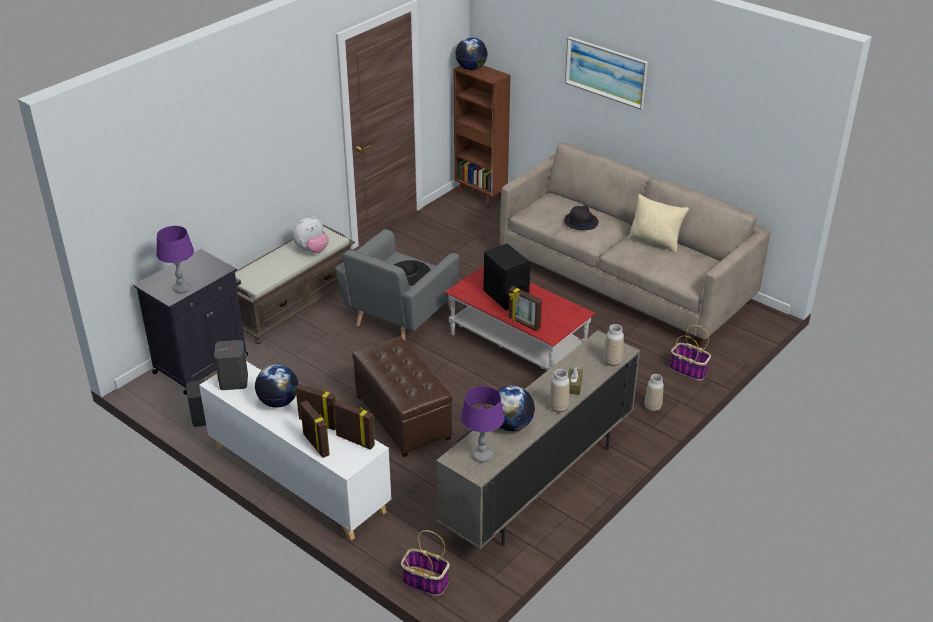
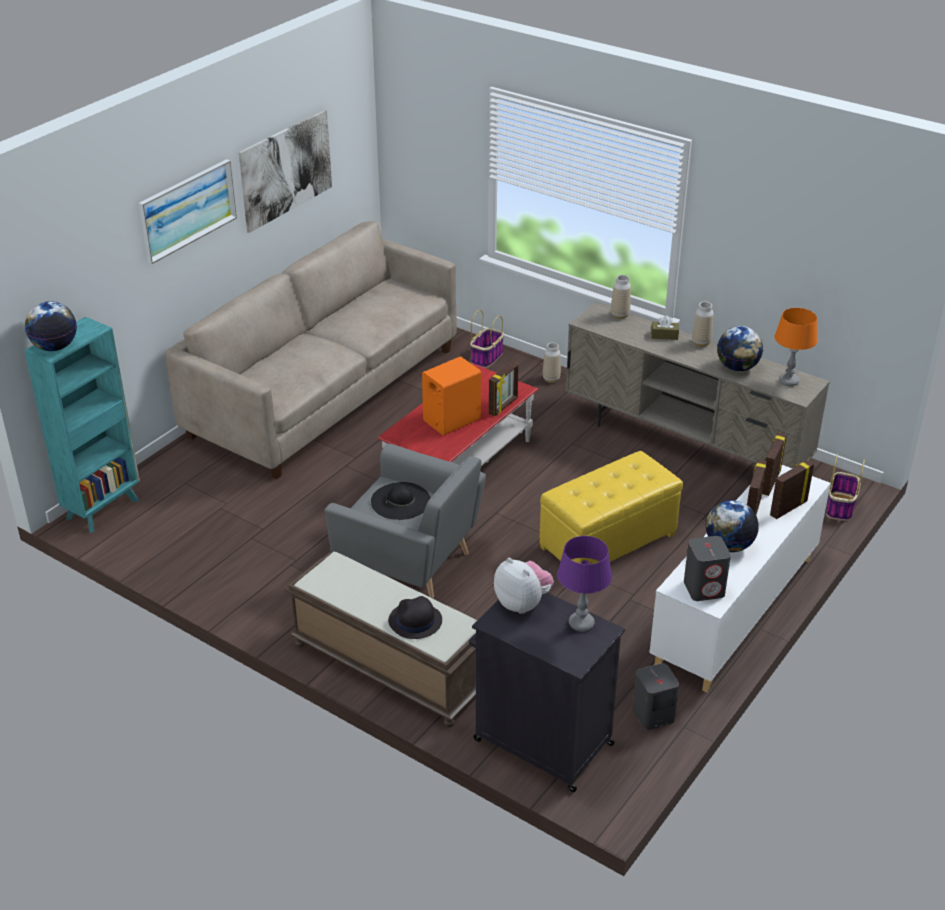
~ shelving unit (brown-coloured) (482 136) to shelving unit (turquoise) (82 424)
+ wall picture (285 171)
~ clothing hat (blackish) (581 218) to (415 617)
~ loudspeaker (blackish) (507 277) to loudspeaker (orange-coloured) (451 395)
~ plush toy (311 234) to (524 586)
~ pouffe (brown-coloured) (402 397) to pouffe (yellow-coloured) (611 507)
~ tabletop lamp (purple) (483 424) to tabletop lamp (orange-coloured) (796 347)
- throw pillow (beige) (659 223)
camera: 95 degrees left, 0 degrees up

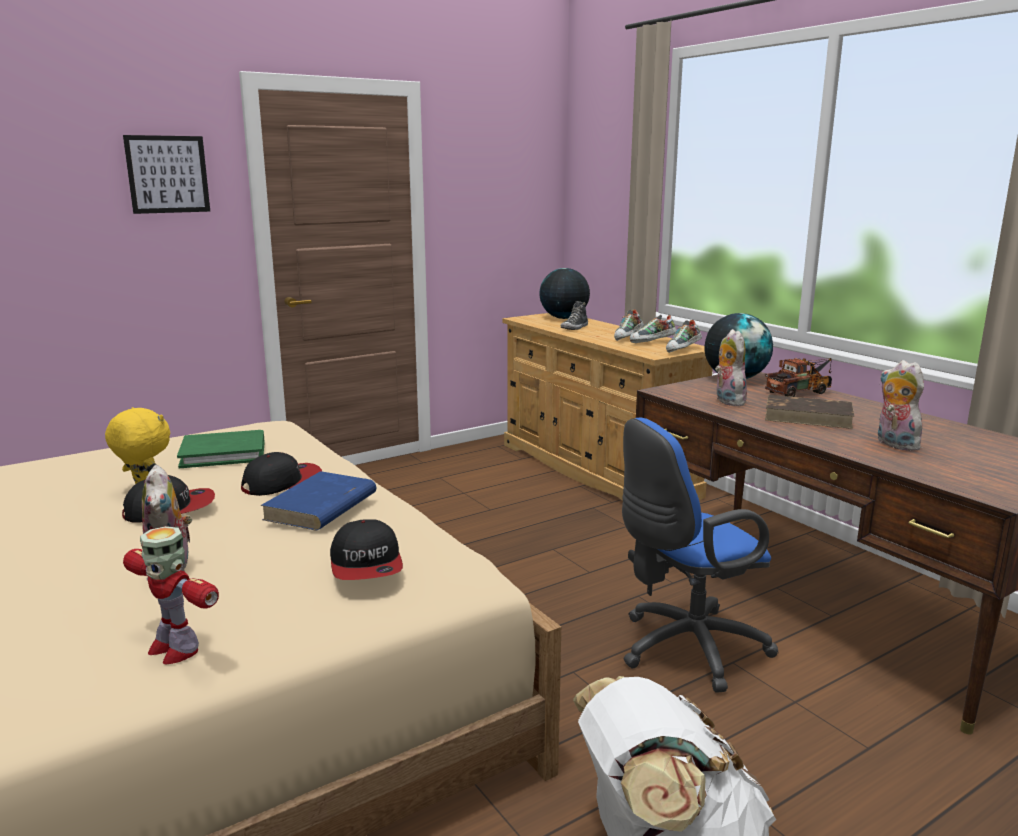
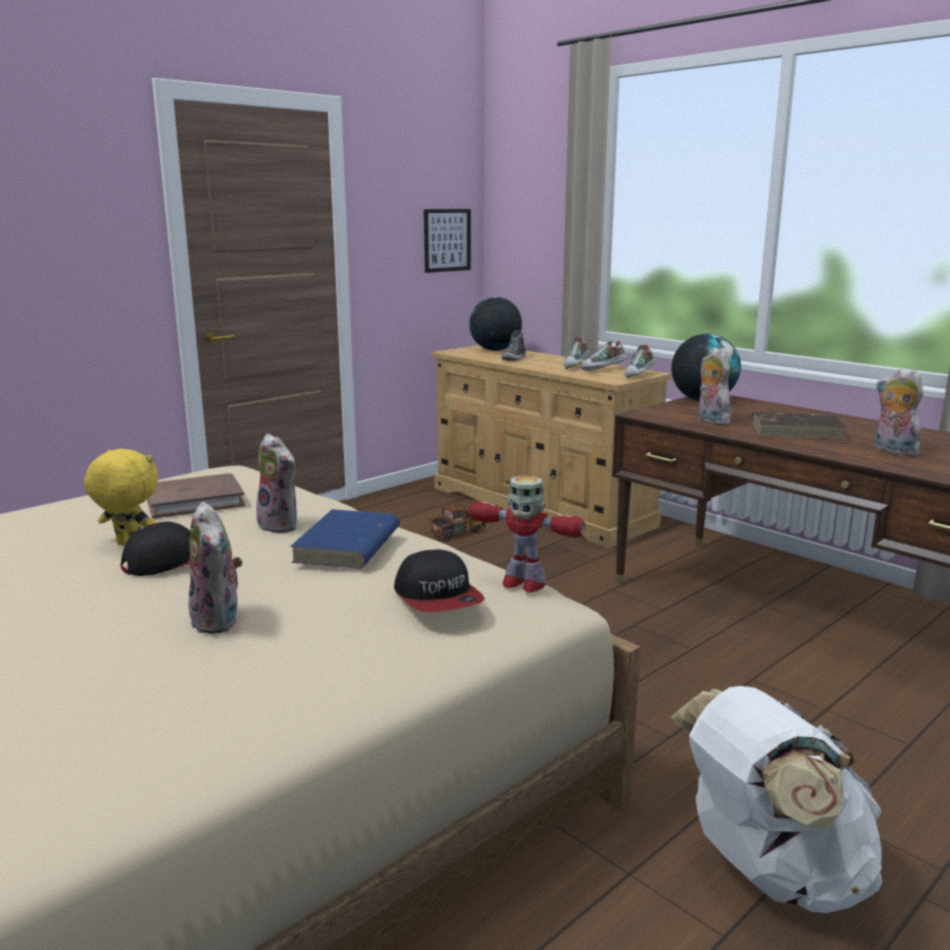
~ volume (green-coloured) (221 449) to volume (brown-coloured) (196 496)
~ cap (281 474) to plush toy (276 483)
~ wall picture (166 174) to (447 241)
~ toy lorry (798 377) to (457 522)
~ model robot (171 595) to (527 534)
- office chair (bluish) (700 555)
camera: 10 degrees left, 0 degrees up

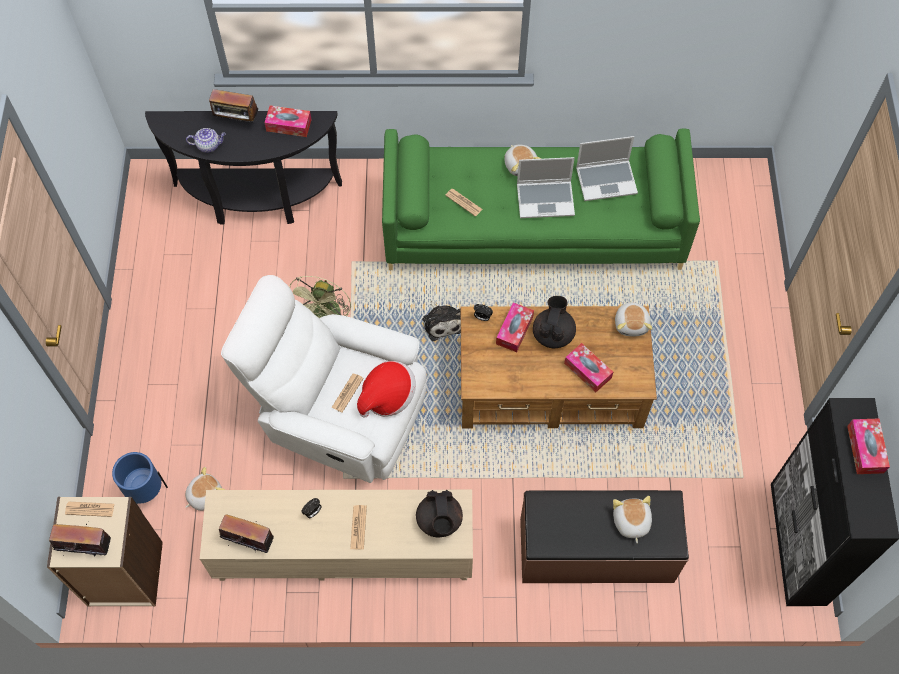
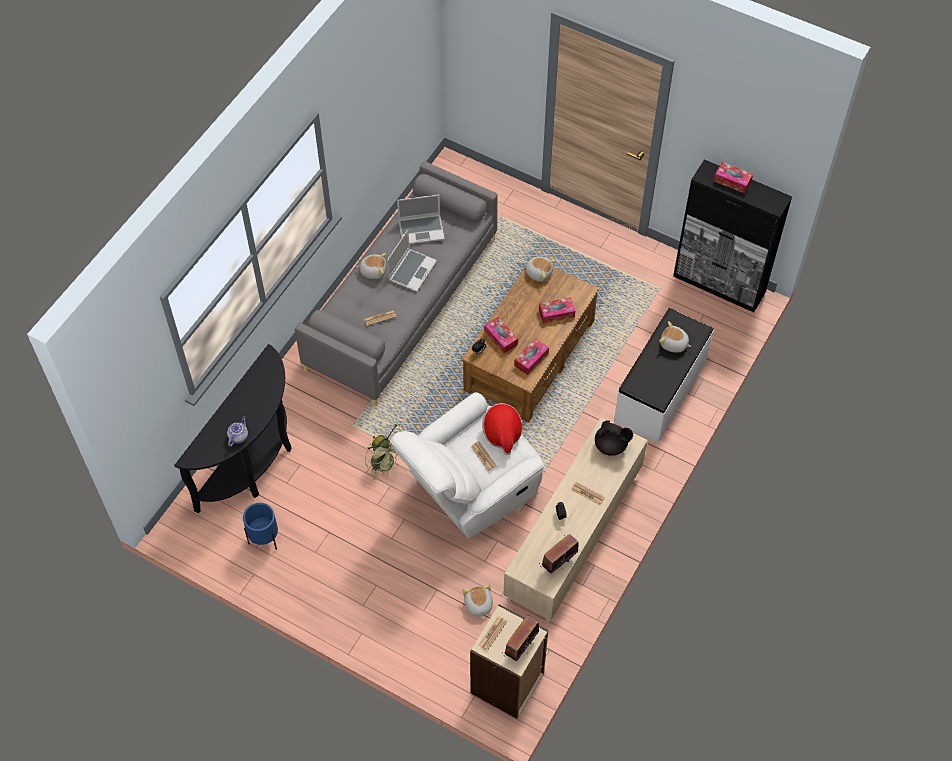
~ planter (bluish) (140 482) to (260 526)
~ settee (green-coloured) (541 199) to settee (gray) (396 283)
~ portable computer (607 168) = (421 219) 60 degrees clockwise
~ box of tissues (287 121) to (531 356)
~ bench (brown-coloured) (604 536) to bench (whitish) (664 375)
- radio receiver (233 108)
- plush toy (441 321)
- pot for tea (blackish) (554 322)
camera: 60 degrees left, 5 degrees down

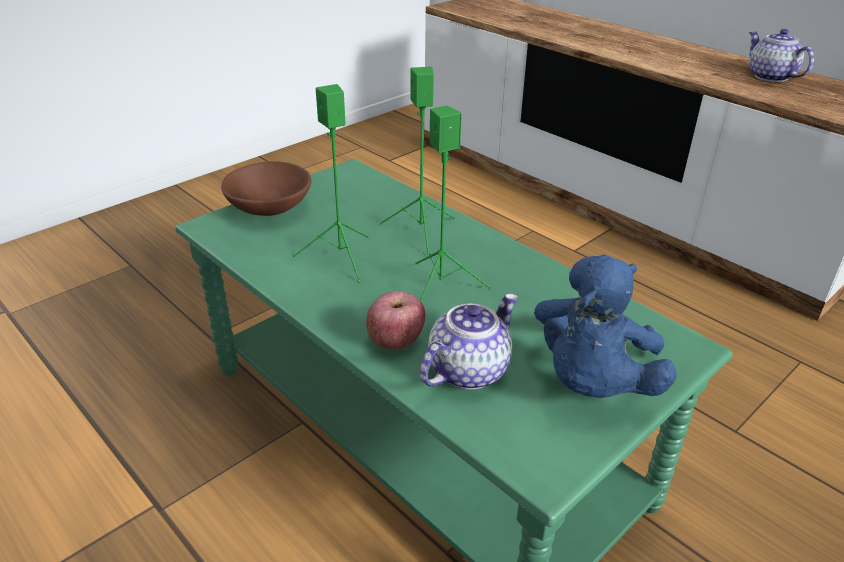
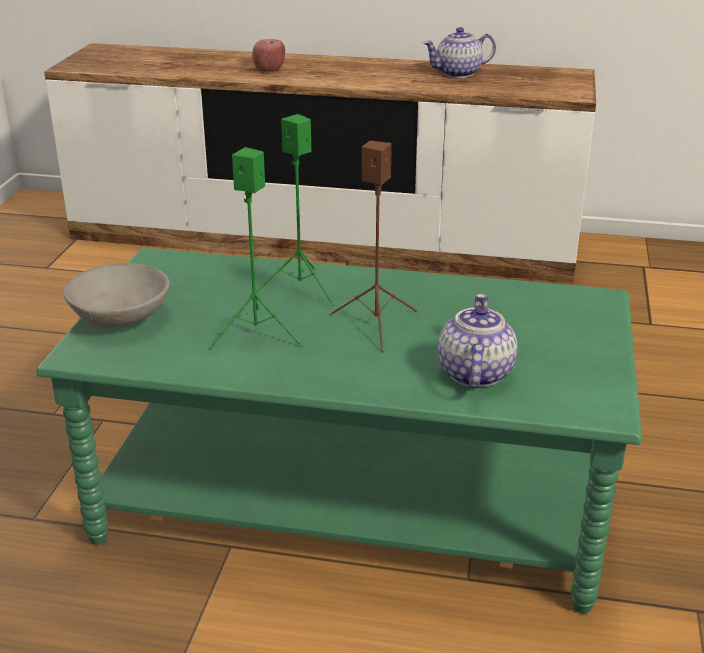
~ serving bowl (brown-coloured) (266 188) to serving bowl (gray) (116 295)
~ apple (395 320) to (268 55)
~ loudspeaker (green-coloured) (453 203) to loudspeaker (brown-coloured) (373 246)
~ pot for tea (781 55) = (459 52) 45 degrees counterclockwise
- plush toy (bluish) (605 326)
camera: 35 degrees left, 5 degrees down

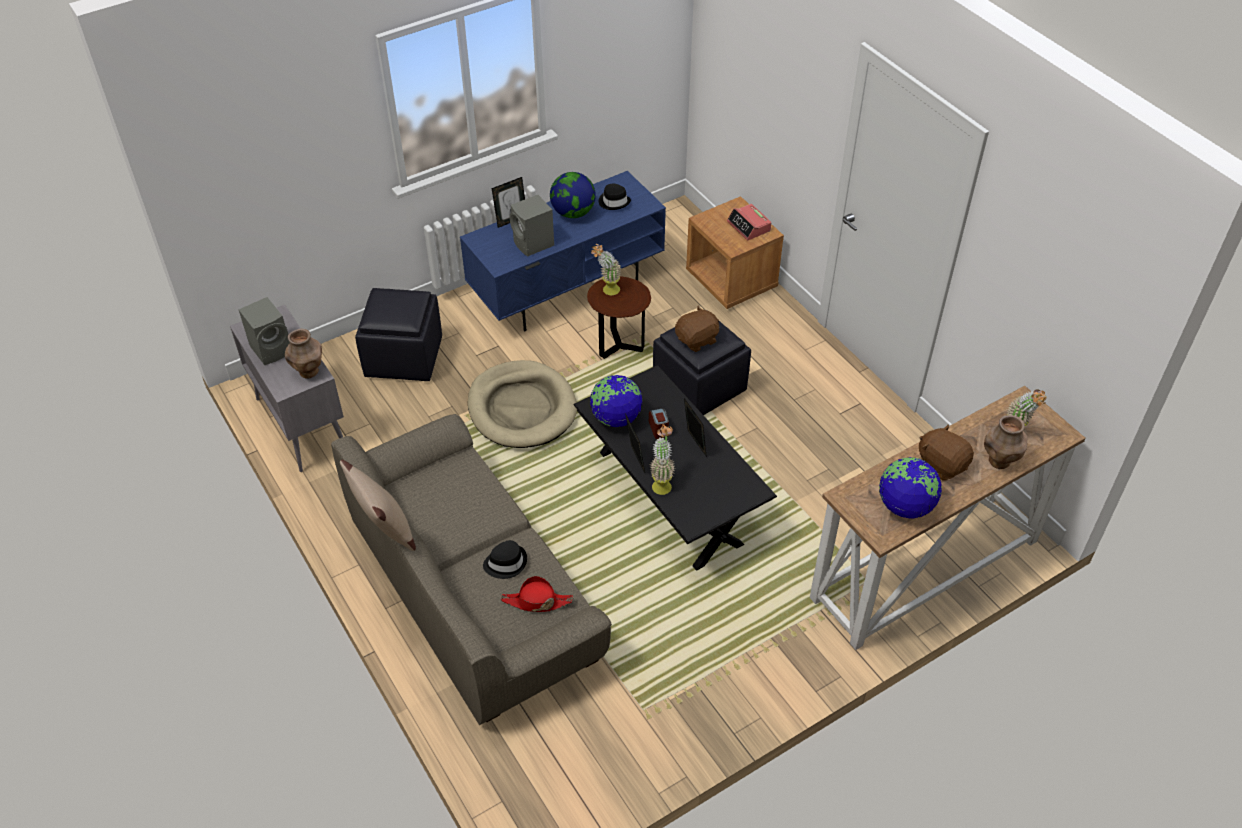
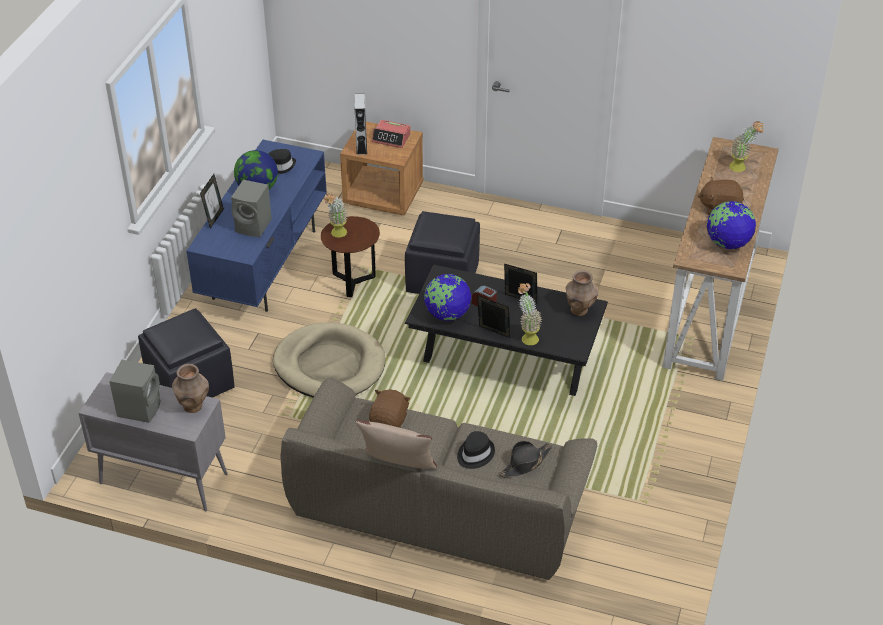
+ loudspeaker (gray) (360 124)
~ plush toy (brown-coloured) (697 329) to (390 409)
~ clothing hat (red) (537 594) to clothing hat (blackish) (525 459)
~ vase (brown-coloured) (1006 442) to (582 293)
camera: 40 degrees left, 5 degrees down

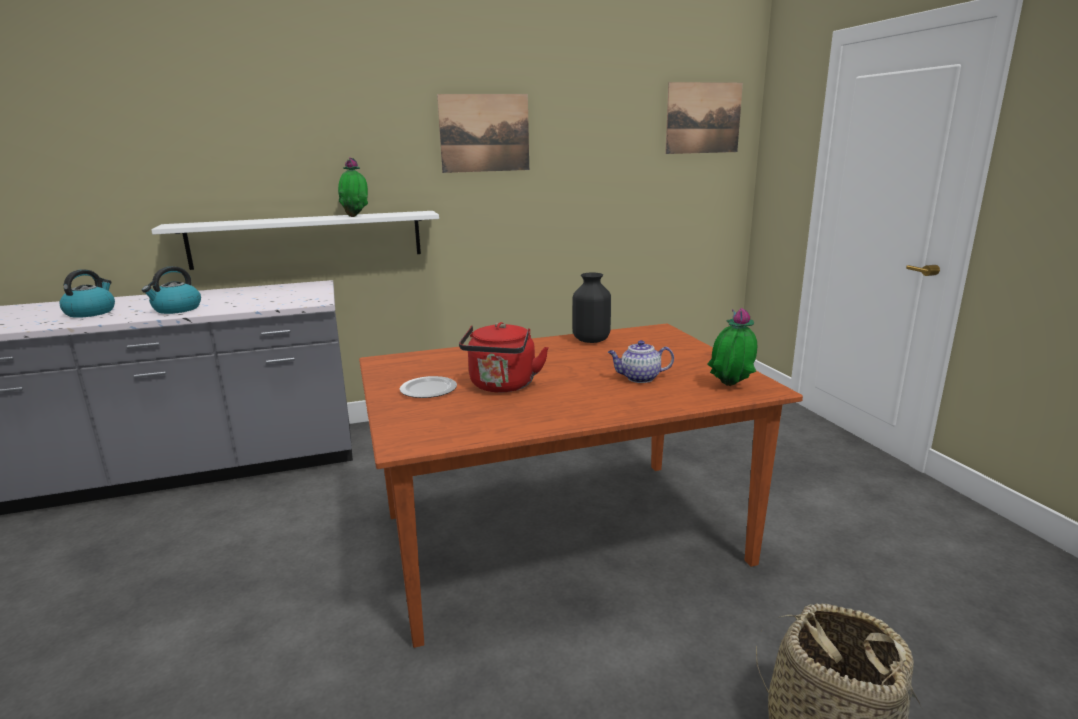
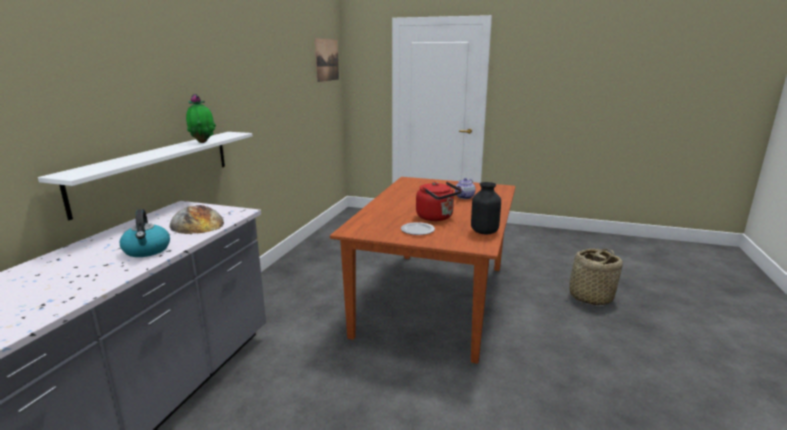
+ bread (197 219)
~ vase (blackish) (591 307) to (486 208)
- kettle (87 293)
- wall picture (483 133)
- plant in a pot (732 347)
camera: 55 degrees left, 0 degrees up

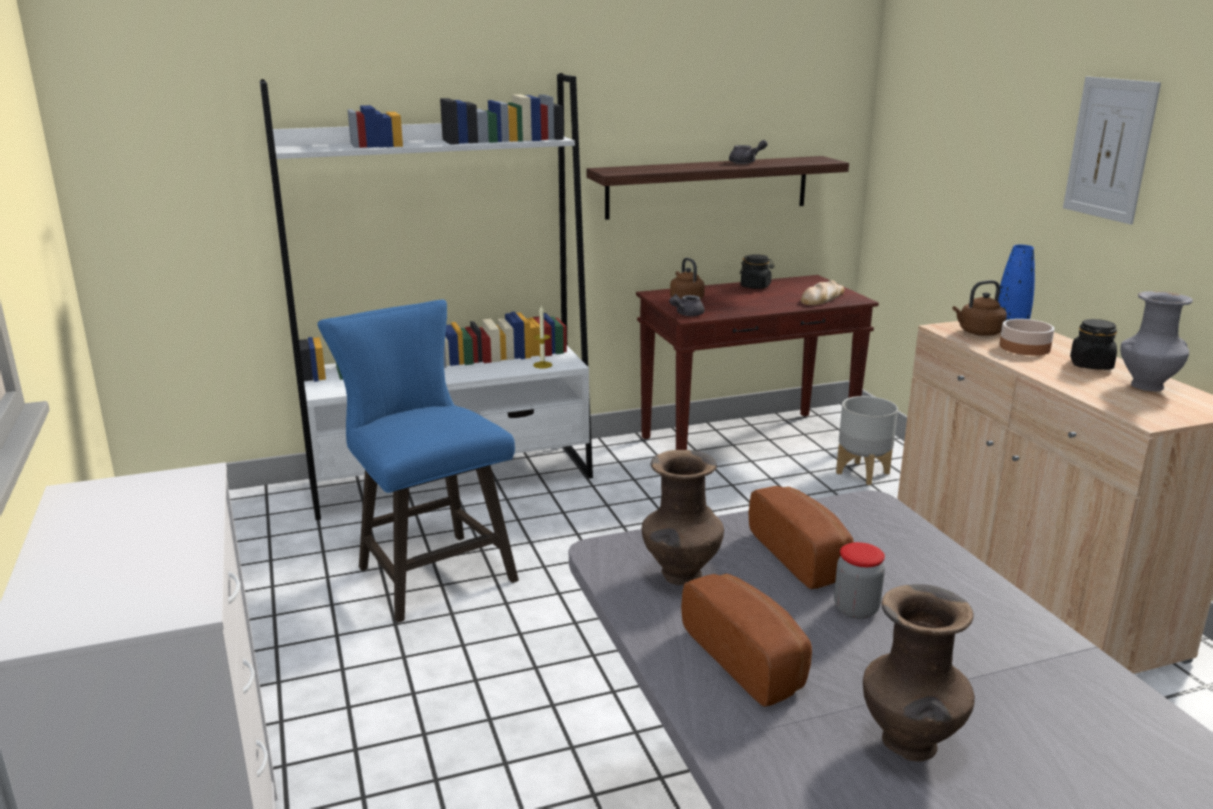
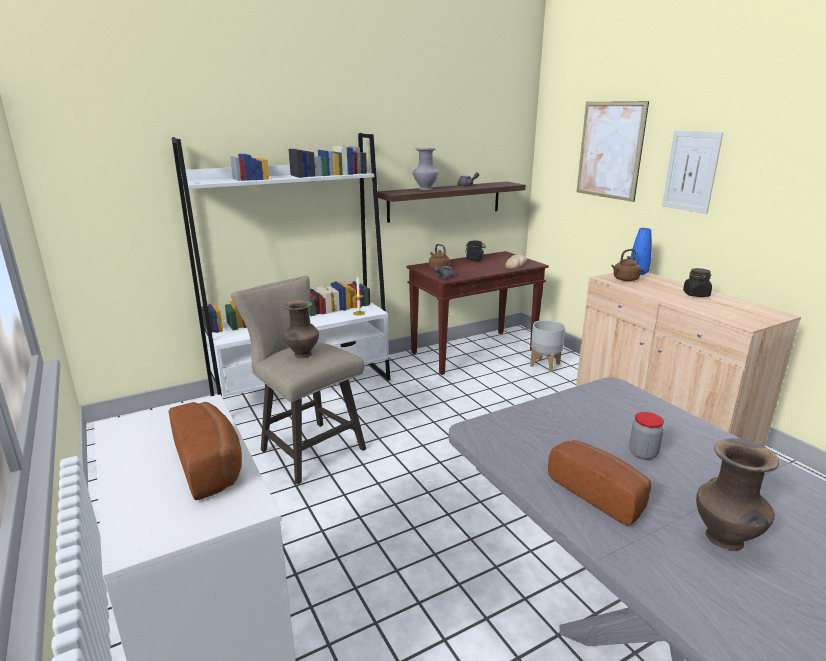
~ bread (801 537) to (205 451)
~ stool (bluish) (418 461) to stool (beige) (298 380)
~ vase (brown-coloured) (683 517) to (301 329)
~ vase (gray) (1156 341) to (425 169)
+ wall picture (613 151)
- serving bowl (1026 337)
camera: 10 degrees left, 0 degrees up

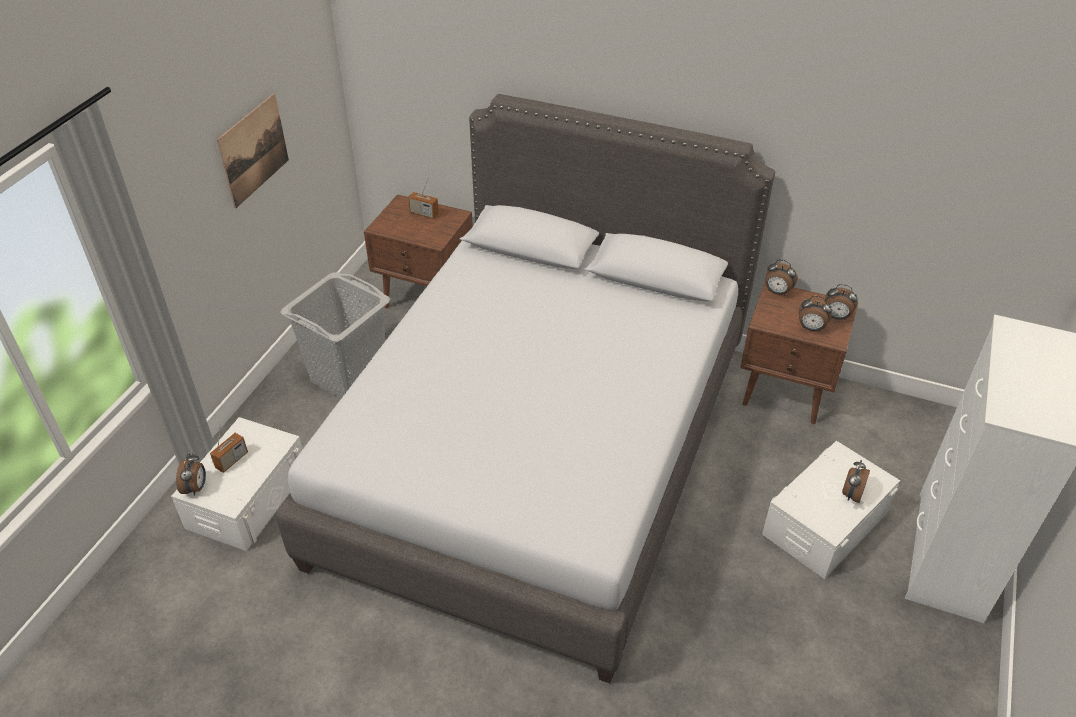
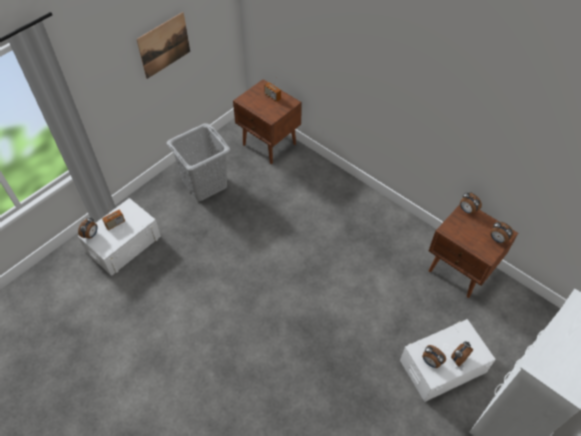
~ table clock (815 313) to (434 356)
- sleeping bed (gray) (525 388)
camera: 20 degrees right, 10 degrees up

